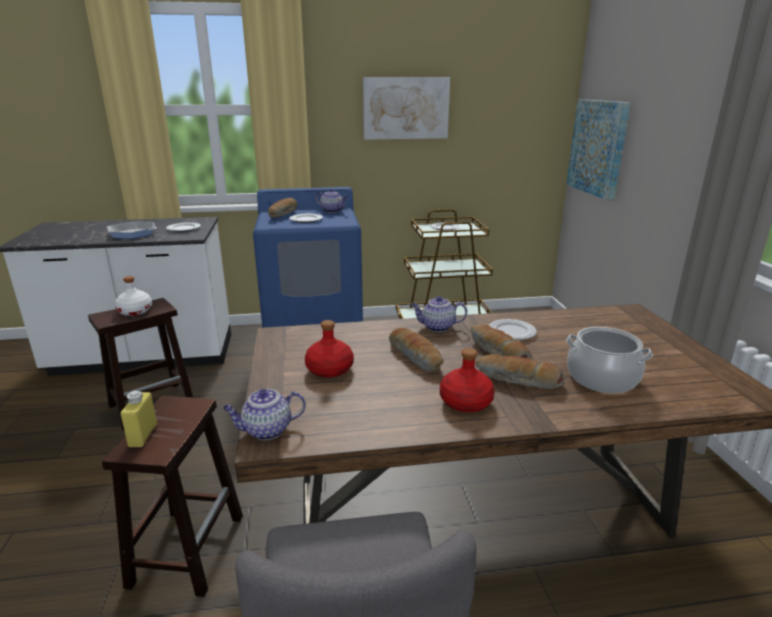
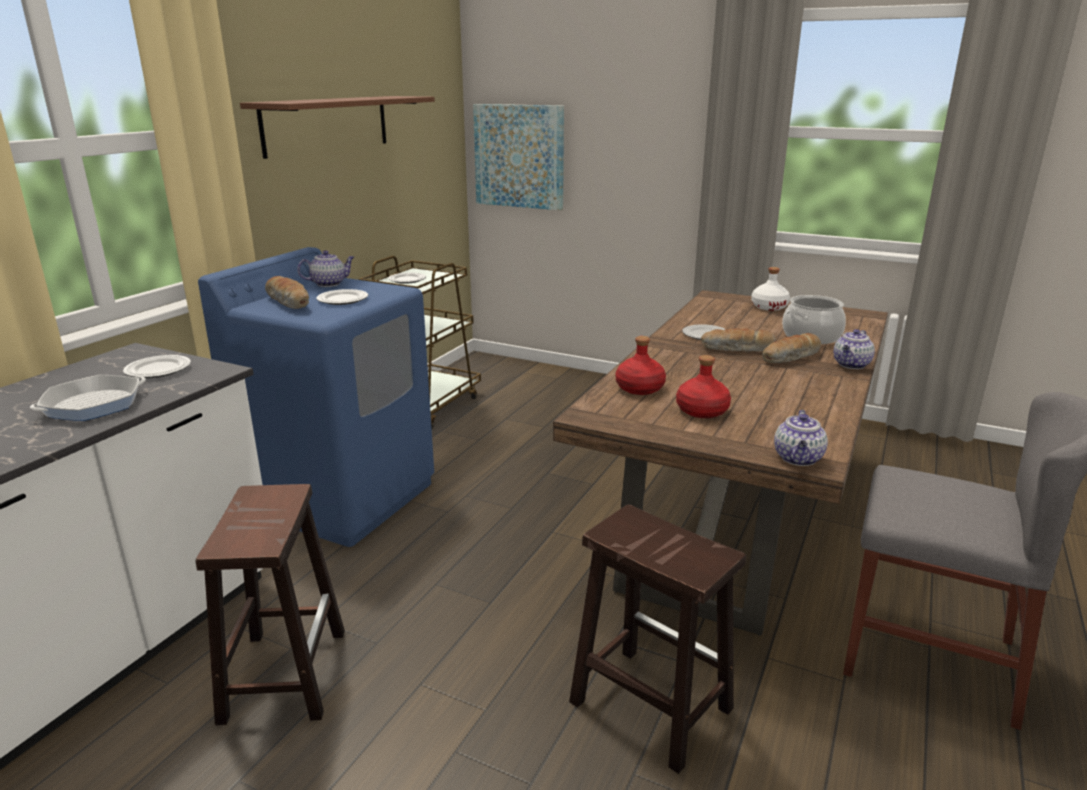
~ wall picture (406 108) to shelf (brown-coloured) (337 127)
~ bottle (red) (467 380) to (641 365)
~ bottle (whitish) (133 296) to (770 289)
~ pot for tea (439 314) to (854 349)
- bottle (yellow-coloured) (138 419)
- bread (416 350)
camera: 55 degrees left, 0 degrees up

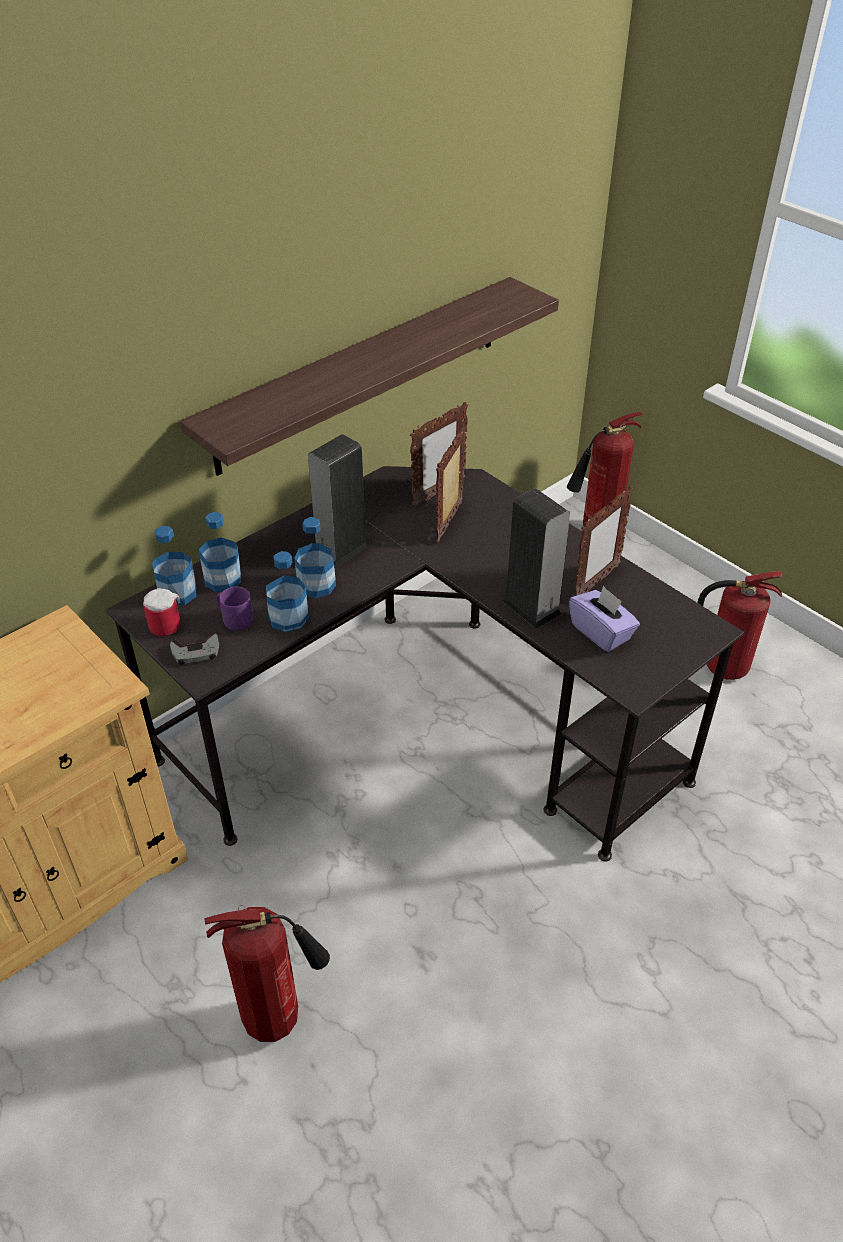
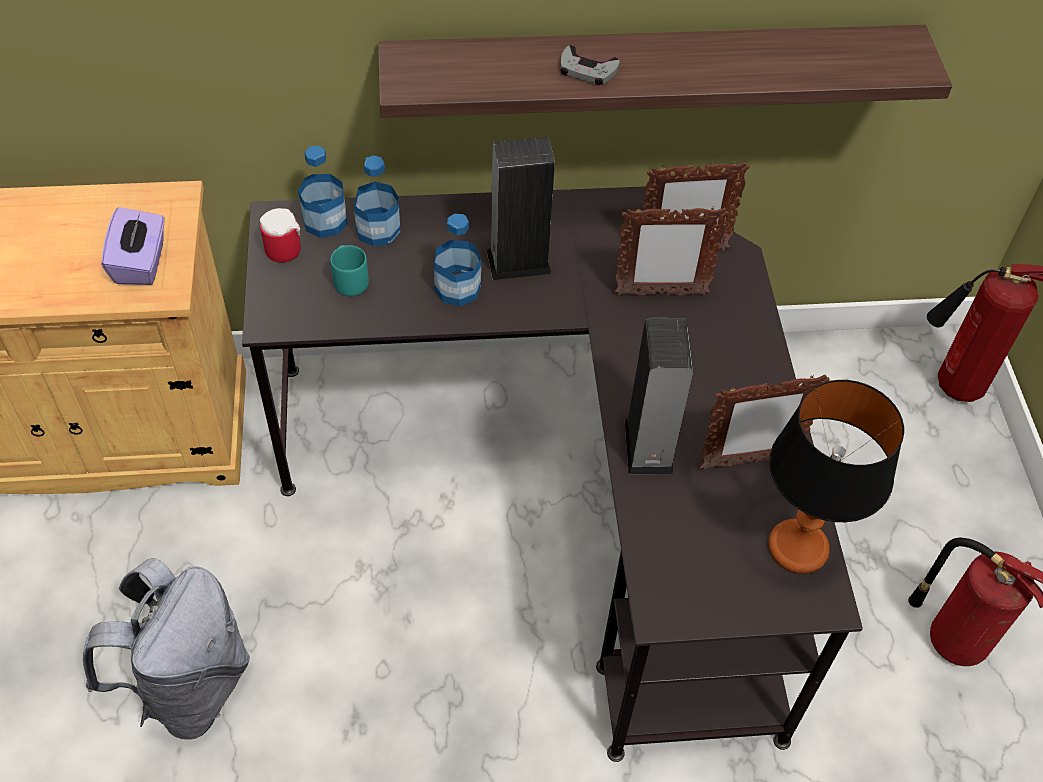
~ fire extinguisher (267 973) to knapsack (gray) (166 649)
~ box of tissues (purple) (604 619) to (133 246)
~ mug (purple) (235 608) to mug (turquoise) (349 270)
~ game controller (gray) (194 649) to (589 65)
~ standing frame (450 484) = (671 250) 150 degrees counterclockwise
+ tabletop lamp (836 477)
- bottle (287 591)
camera: 35 degrees right, 10 degrees up

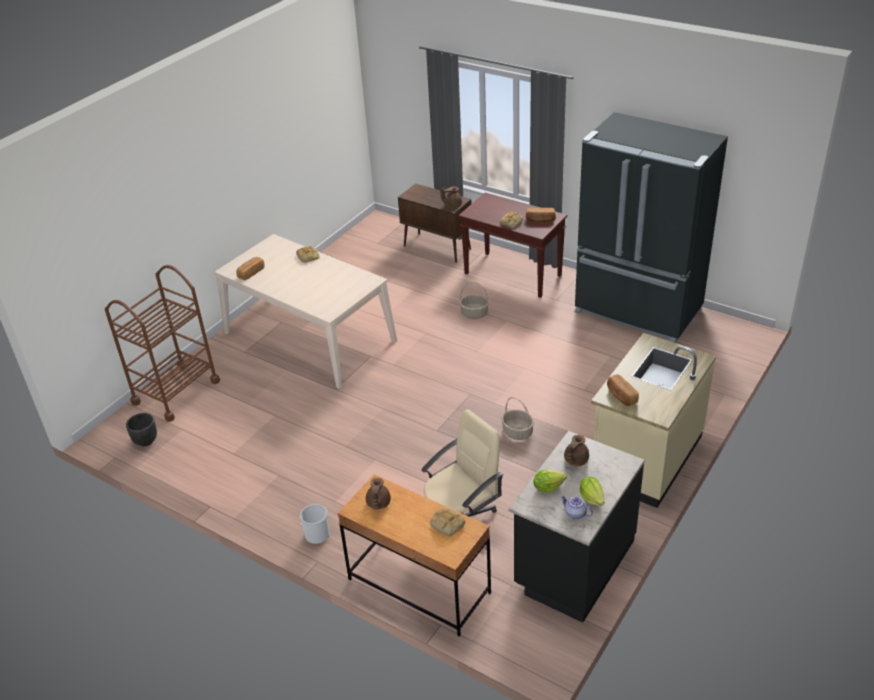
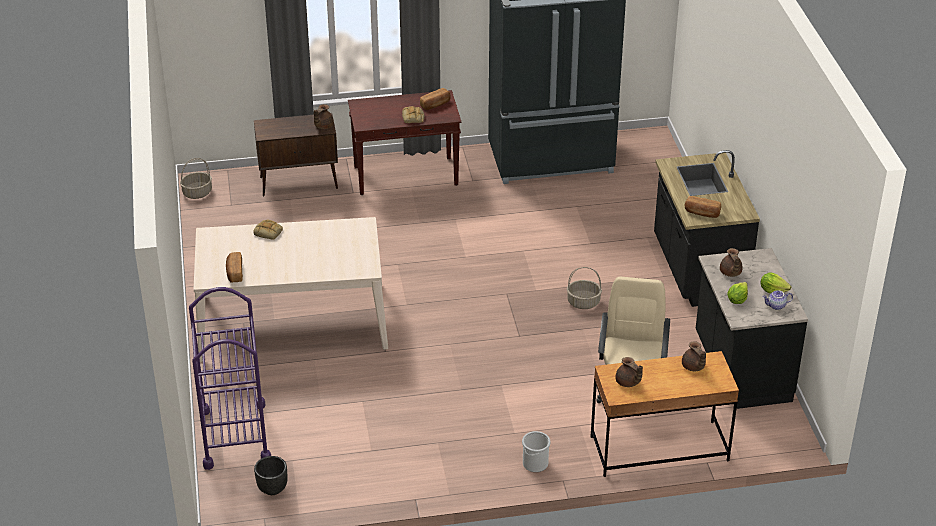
~ basket (474 300) to (196 178)
~ cart (brown-coloured) (162 343) to cart (purple) (230 378)
~ kitchen counter (beige) (653 420) to kitchen counter (blackish) (707 228)
~ bread (447 522) to pot for tea (brown-coloured) (694 356)
camera: 45 degrees left, 0 degrees up

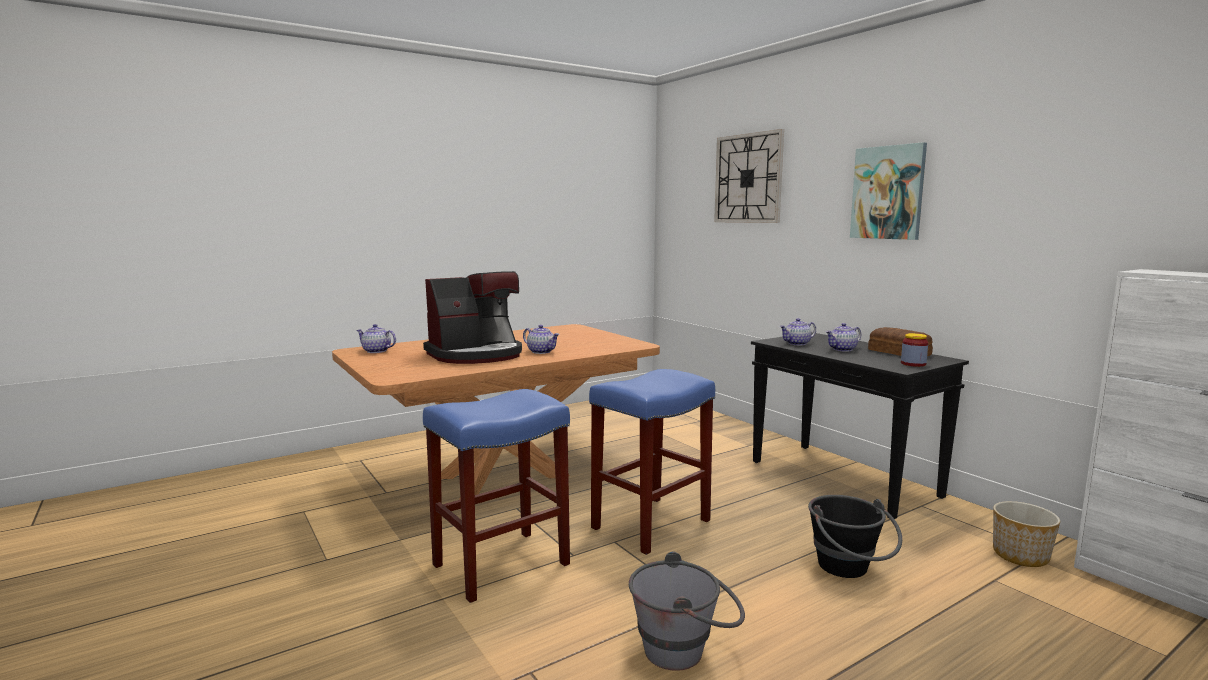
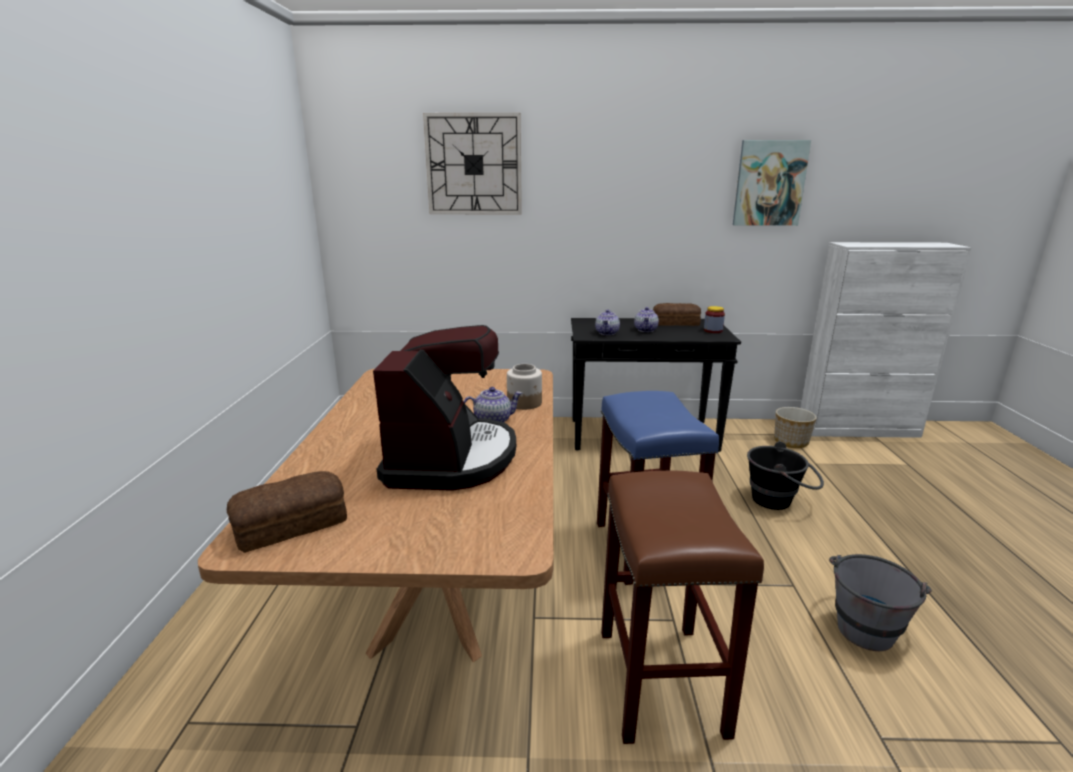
~ pot for tea (376 338) to bread (287 512)
+ jar (524 387)
~ stool (bluish) (496 496) to stool (brown-coloured) (682 607)
~ wall picture (888 191) to (772 183)
camera: 55 degrees left, 10 degrees up

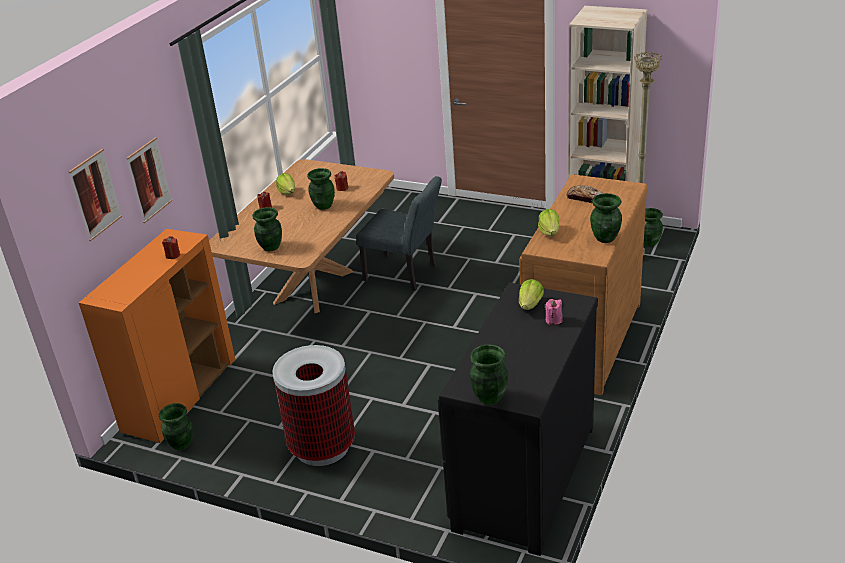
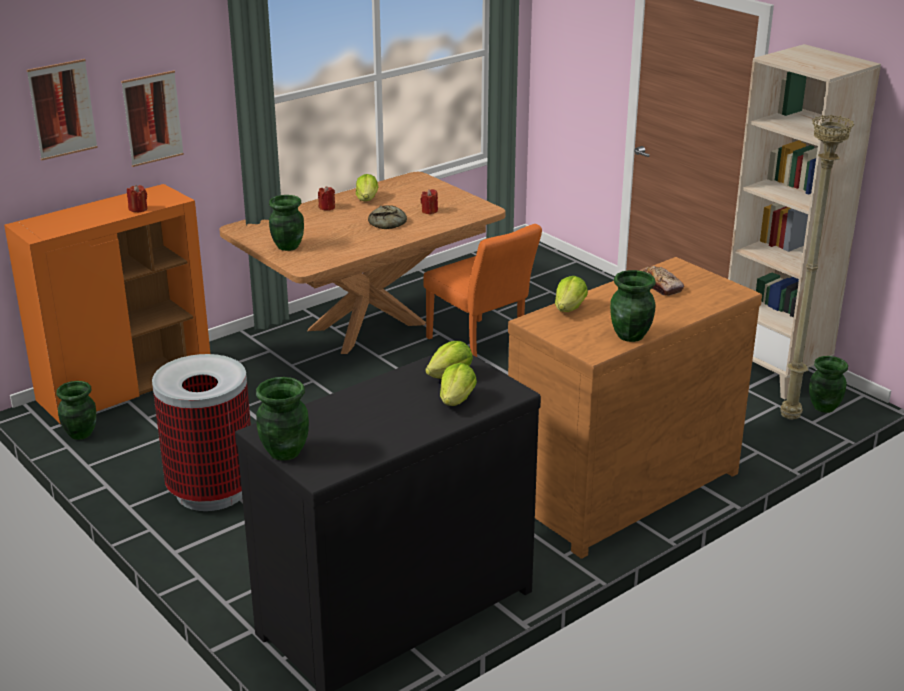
~ vase (green-coloured) (321 189) to bread (387 217)
~ upright chair (gray) (399 233) to upright chair (orange-coloured) (482 290)
~ wax candle (pink-coloured) (553 312) to head of lettuce (458 384)
camera: 25 degrees right, 5 degrees down

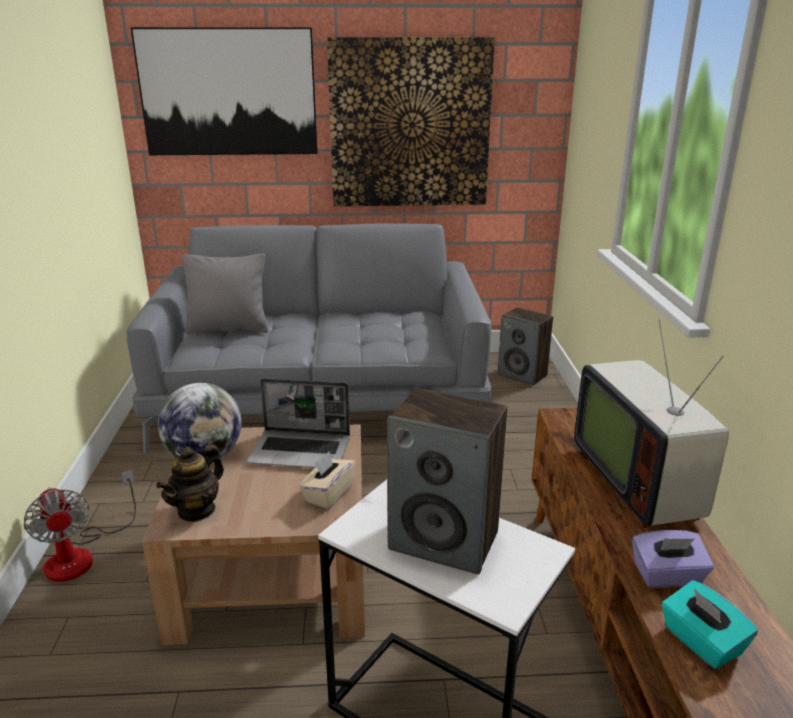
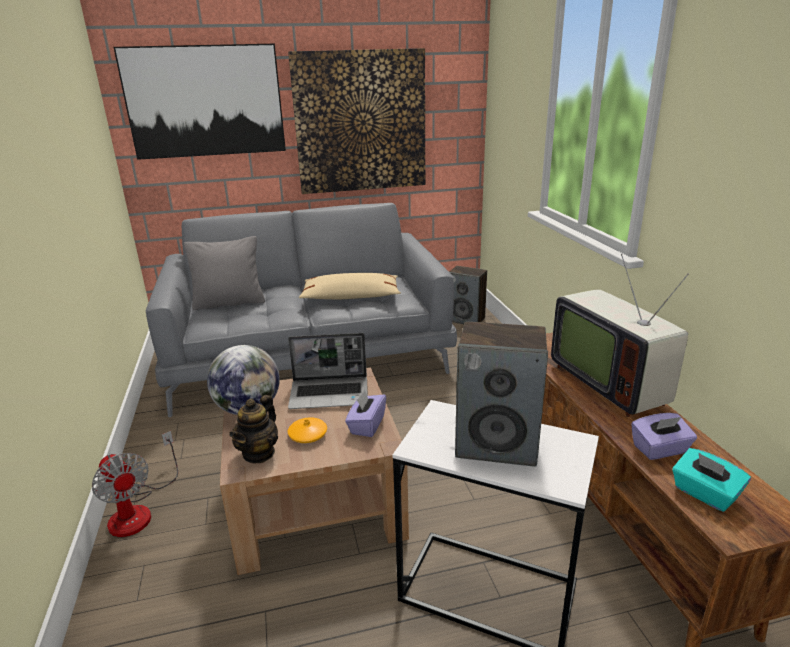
+ vase (orange-coloured) (307 430)
+ throw pillow (beige) (350 286)
~ box of tissues (beige) (327 480) to box of tissues (purple) (365 413)
camera: 10 degrees left, 0 degrees up

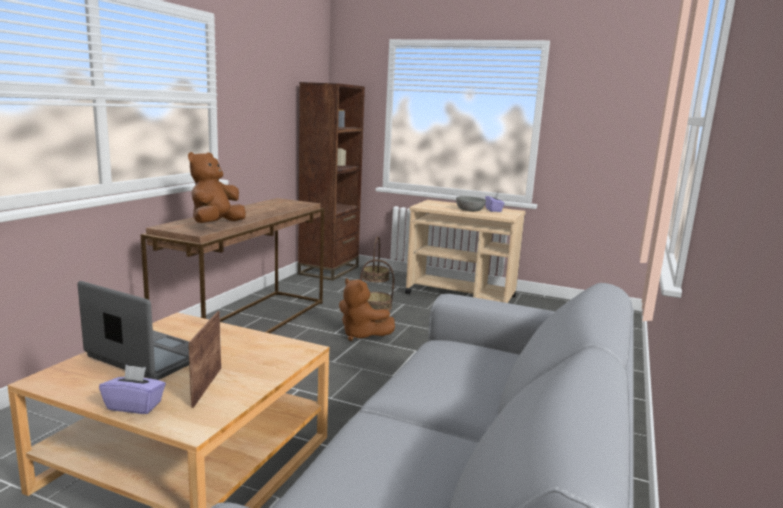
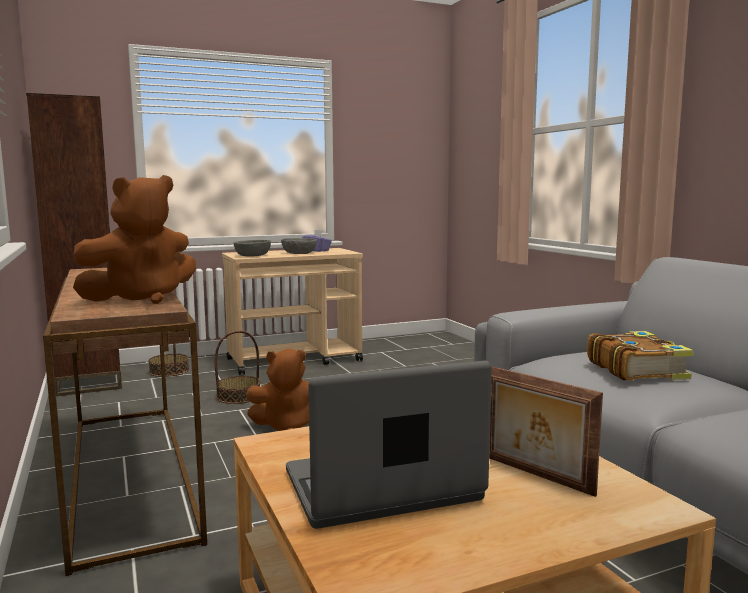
~ plush toy (brown-coloured) (217 187) = (134 239) 105 degrees counterclockwise
+ serving bowl (gray) (252 248)
+ volume (640 356)
- box of tissues (purple) (132 389)
camera: 45 degrees left, 5 degrees down

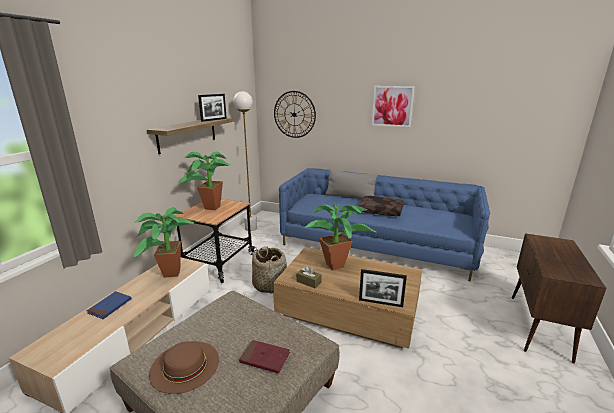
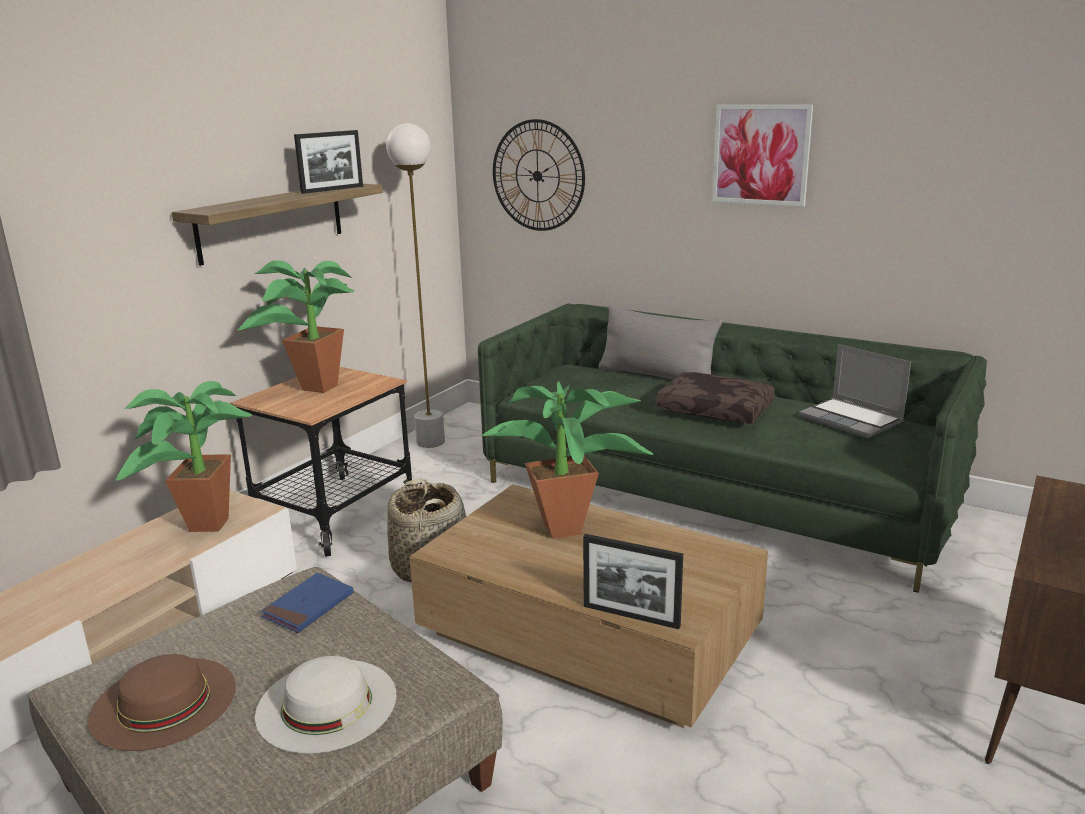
~ volume (red) (264 357) to clothing hat (whitish) (325 705)
~ volume (bluish) (109 305) to (307 603)
~ settee (bluish) (384 224) to settee (green-coloured) (732 448)
+ portable computer (855 391)
- box of tissues (brown-coloured) (309 277)
camera: 10 degrees right, 0 degrees up

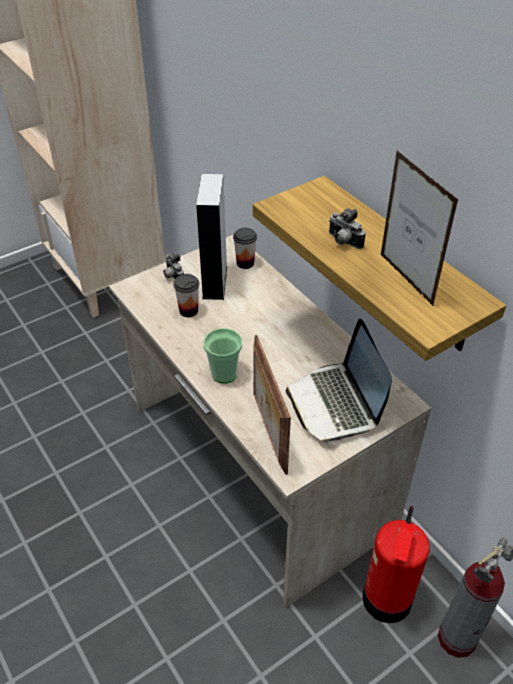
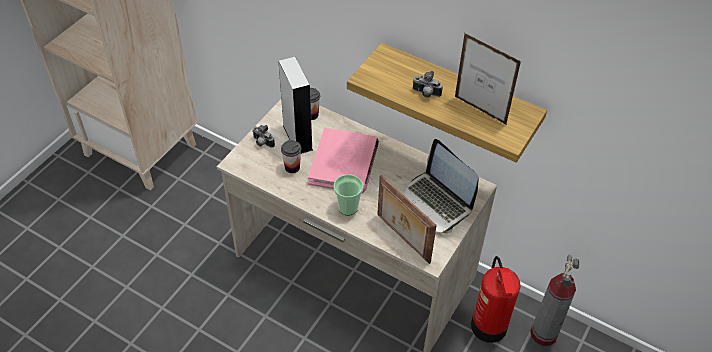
+ volume (pink-coloured) (343 161)
camera: 25 degrees left, 5 degrees up

